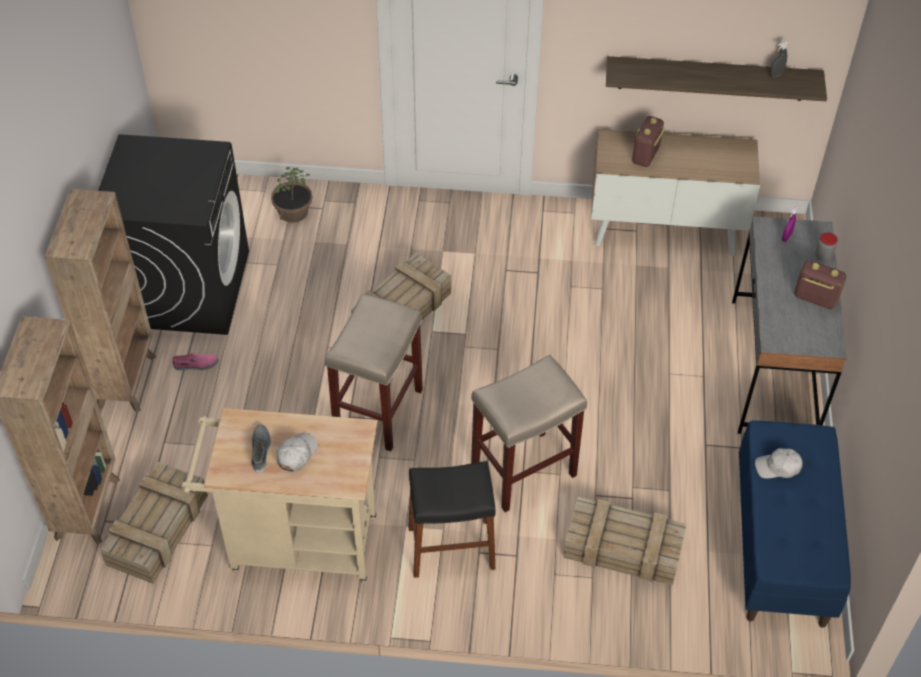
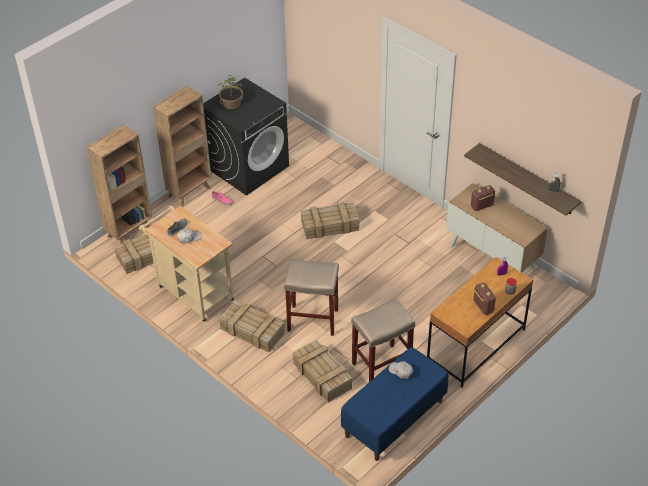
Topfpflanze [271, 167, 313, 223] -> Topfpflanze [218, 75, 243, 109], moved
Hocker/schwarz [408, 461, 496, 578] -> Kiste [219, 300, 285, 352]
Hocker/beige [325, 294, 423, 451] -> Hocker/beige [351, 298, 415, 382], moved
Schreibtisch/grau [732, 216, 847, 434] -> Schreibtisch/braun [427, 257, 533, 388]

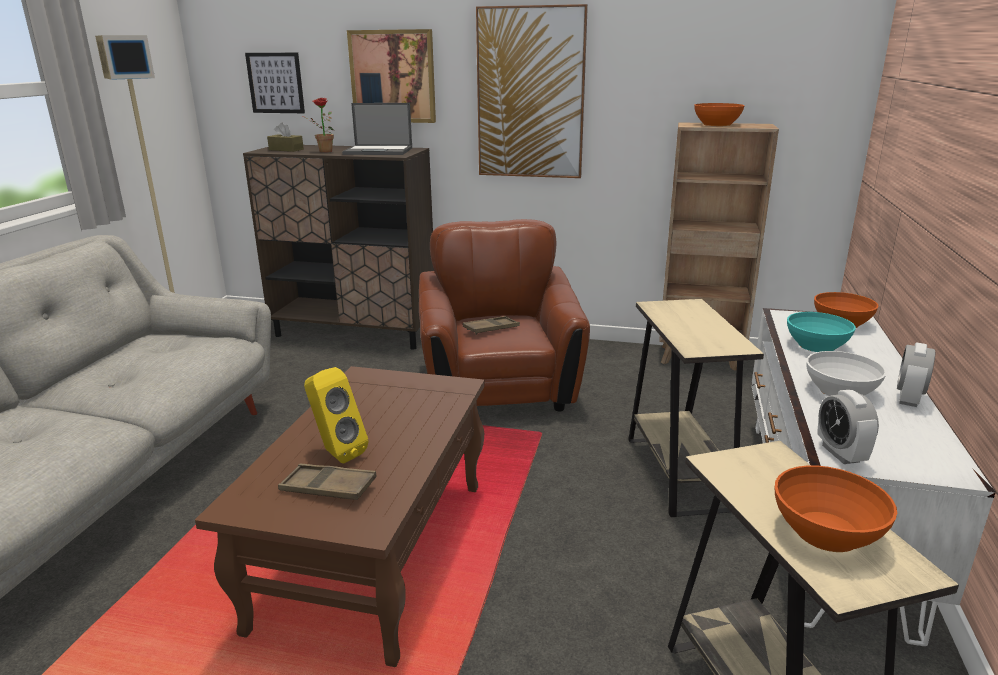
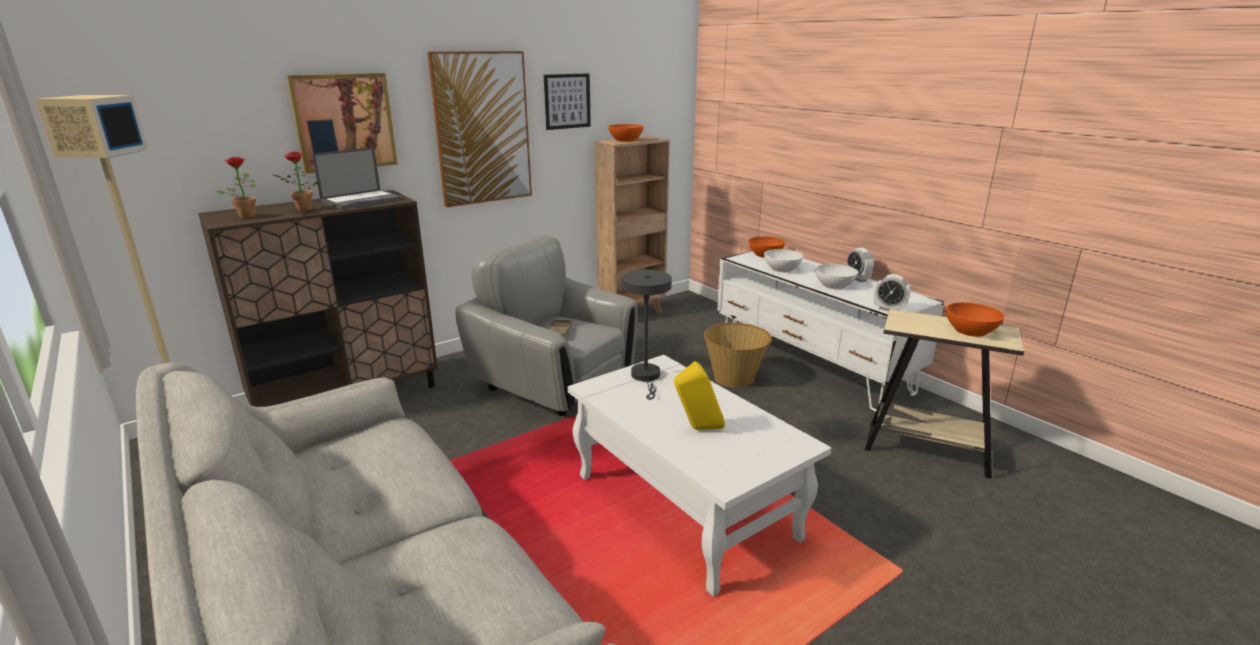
Taschentuchbox/braun [267, 123, 304, 152] -> Topfpflanze [216, 157, 256, 219]
Sessel/braun [419, 219, 590, 412] -> Sessel/grau [455, 235, 637, 416]
Bild [245, 53, 305, 113] -> Bild [544, 73, 591, 130], moved
Couchtisch/braun [195, 366, 485, 667] -> Couchtisch/weiß [567, 355, 831, 596]
none -> Tischlampe/grau [622, 269, 672, 399]
Beistelltisch/beige [628, 299, 764, 517] -> Korb [704, 323, 772, 387]
Schüssel/türkis [787, 312, 856, 352] -> Schüssel/weiß [764, 249, 804, 272]
Tablett/braun [278, 464, 377, 500] -> none

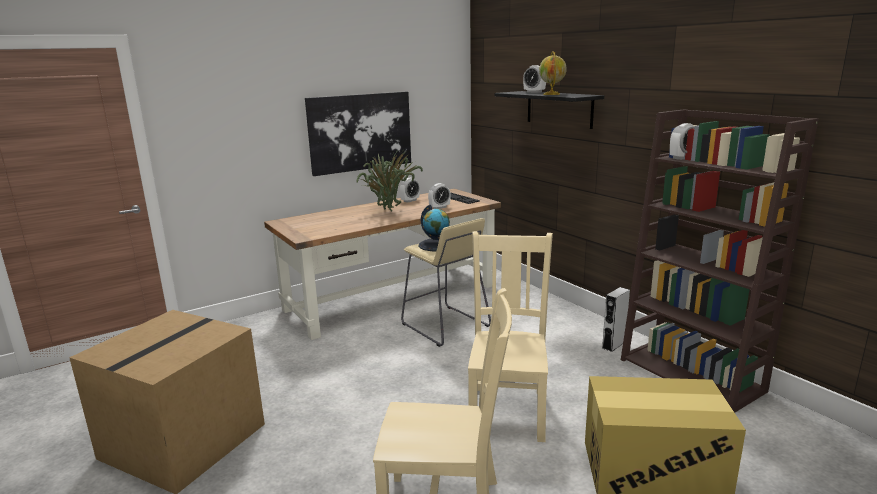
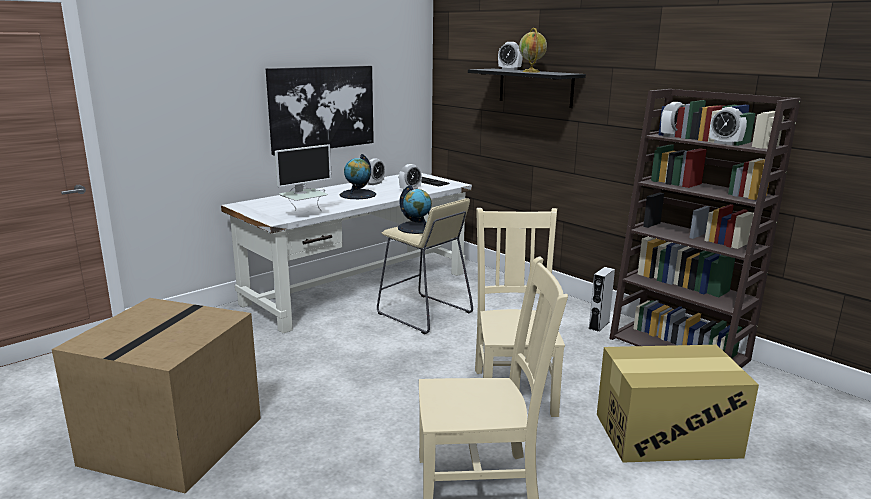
Schreibtisch/braun [264, 189, 501, 340] -> Schreibtisch/weiß [221, 173, 472, 333]
none -> Monitor [275, 144, 332, 212]
Topfpflanze [356, 151, 423, 211] -> Globus [340, 154, 376, 199]
none -> Wecker [710, 107, 747, 145]

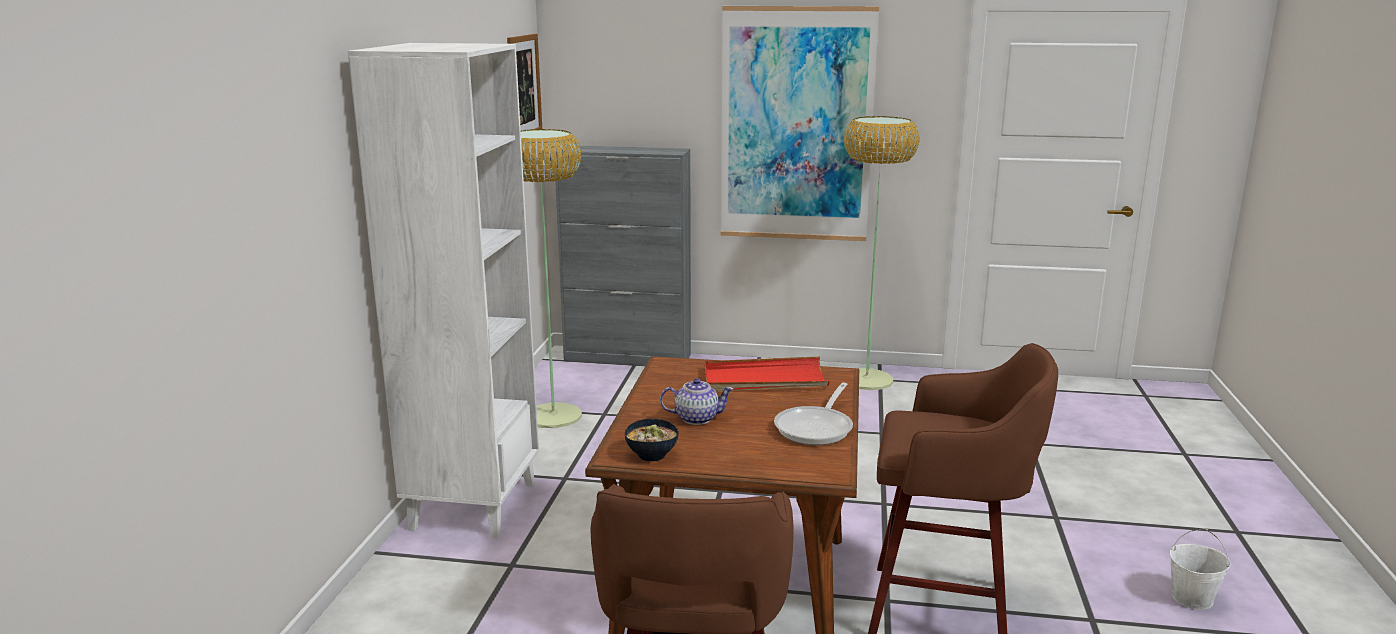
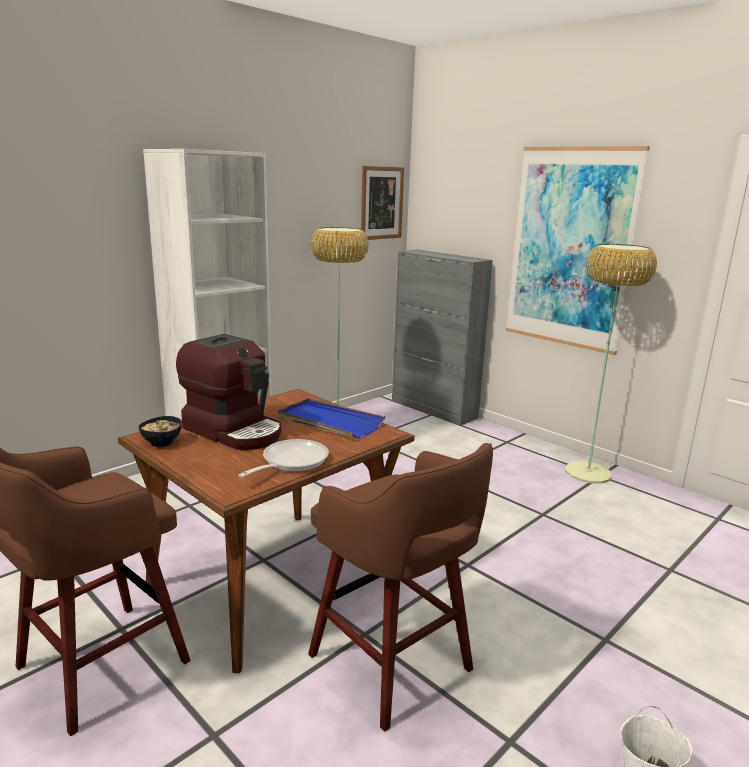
Teekanne [660, 378, 734, 425] -> Kaffeemaschine [176, 334, 282, 450]
Pfanne [774, 382, 853, 445] -> Pfanne [239, 439, 329, 477], 150 degrees clockwise
Tablett/rot [705, 356, 830, 392] -> Tablett/blau [278, 398, 385, 438]

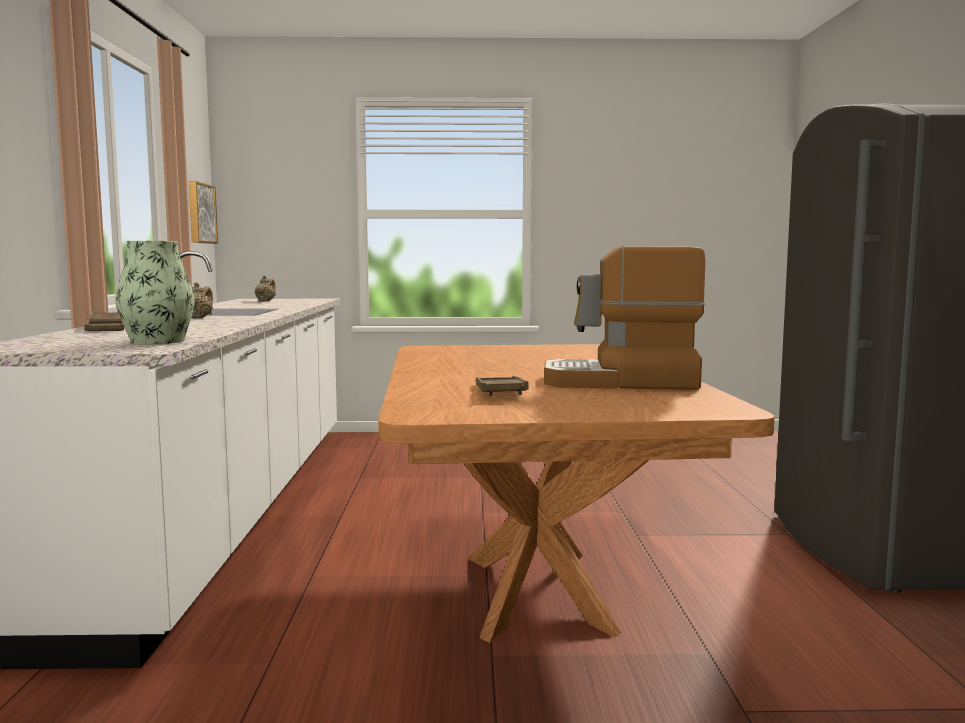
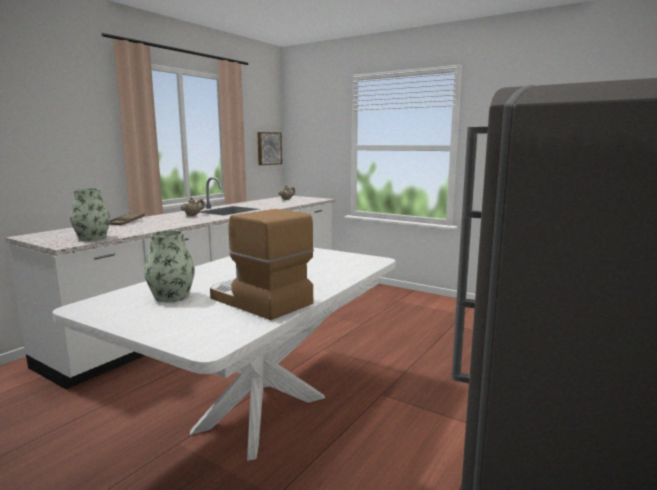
Esstisch/braun [378, 344, 775, 643] -> Esstisch/weiß [53, 248, 396, 461]
Tablett/braun [476, 376, 528, 396] -> Vase [144, 230, 195, 302]

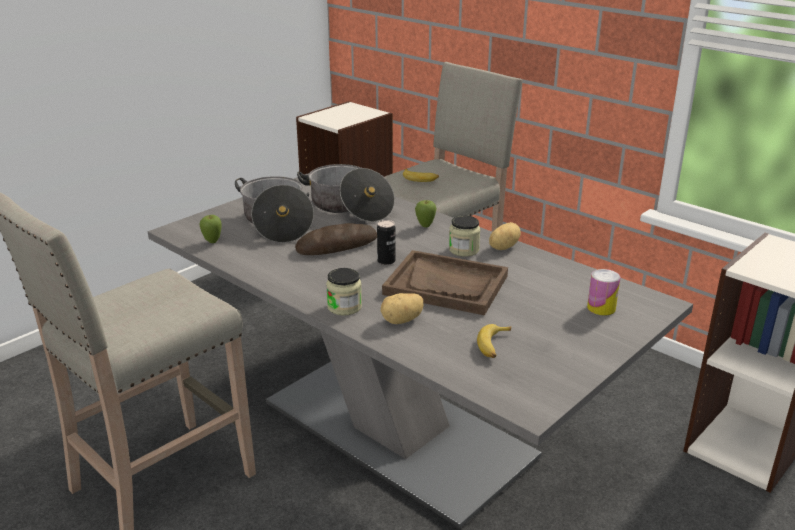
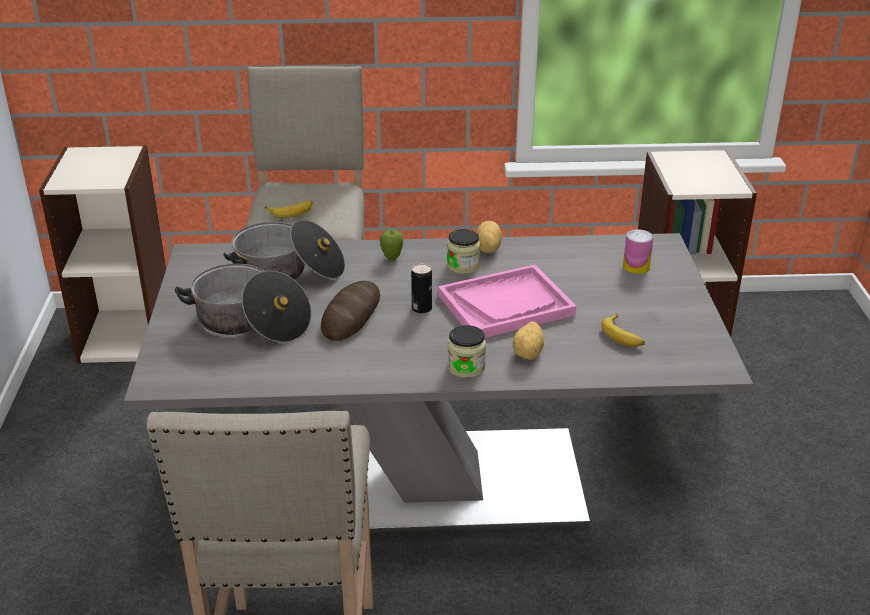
Tablett/braun [382, 250, 508, 315] -> Tablett/rosa [438, 265, 577, 338]
Apfel [199, 215, 222, 243] -> none

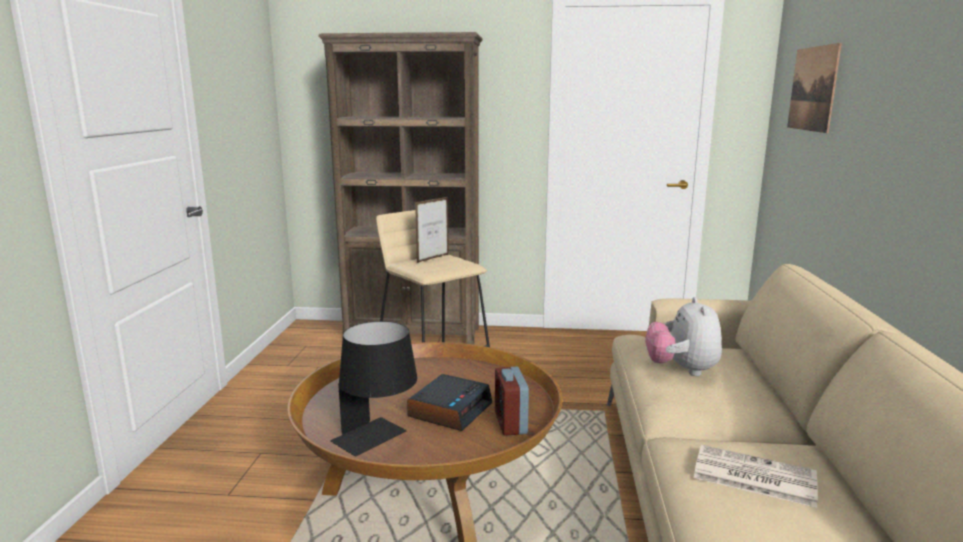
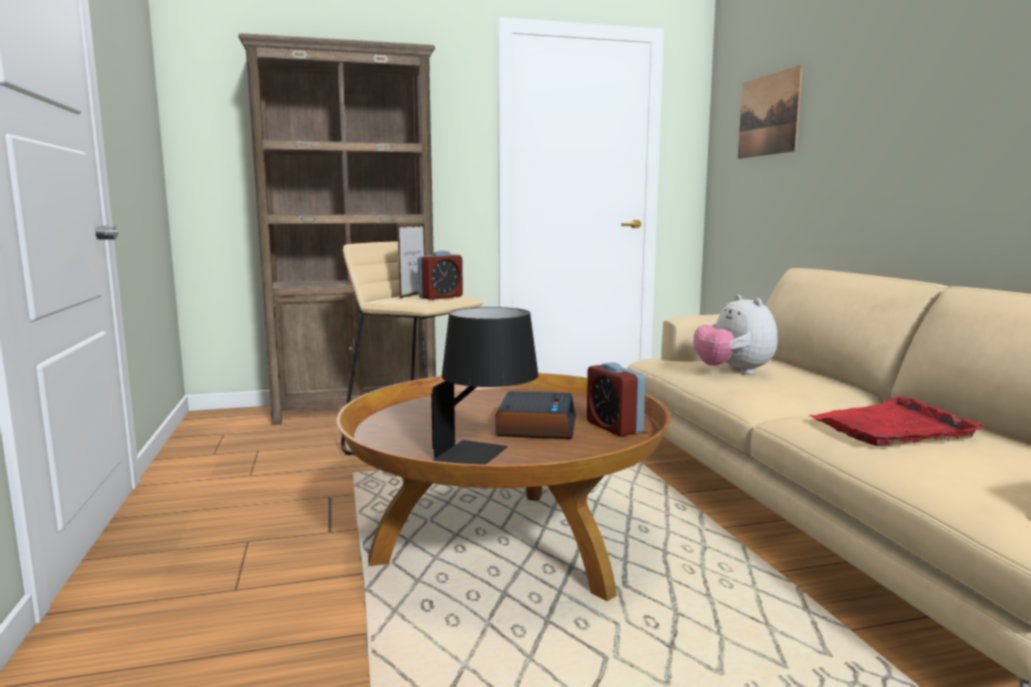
none -> Wecker [417, 251, 463, 300]
Zeitung [693, 445, 818, 508] -> Tablett/rot [809, 397, 983, 446]

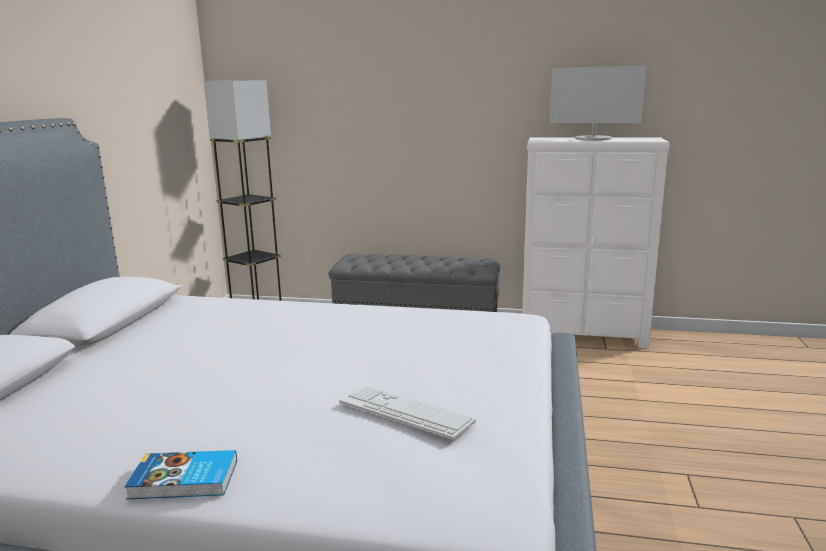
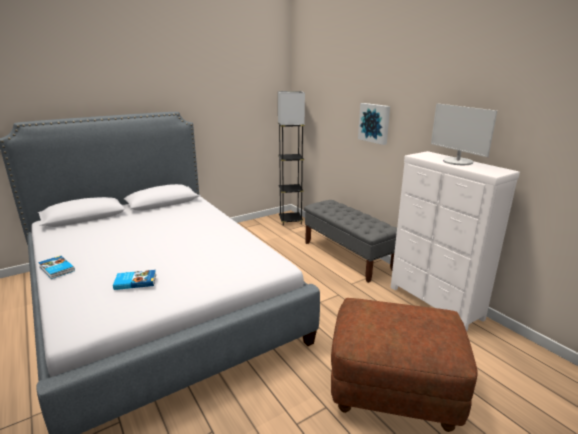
Tastatur [339, 386, 476, 440] -> Buch [113, 270, 156, 290]
none -> Polsterhocker/braun [331, 298, 478, 432]
none -> Bild [358, 103, 390, 145]

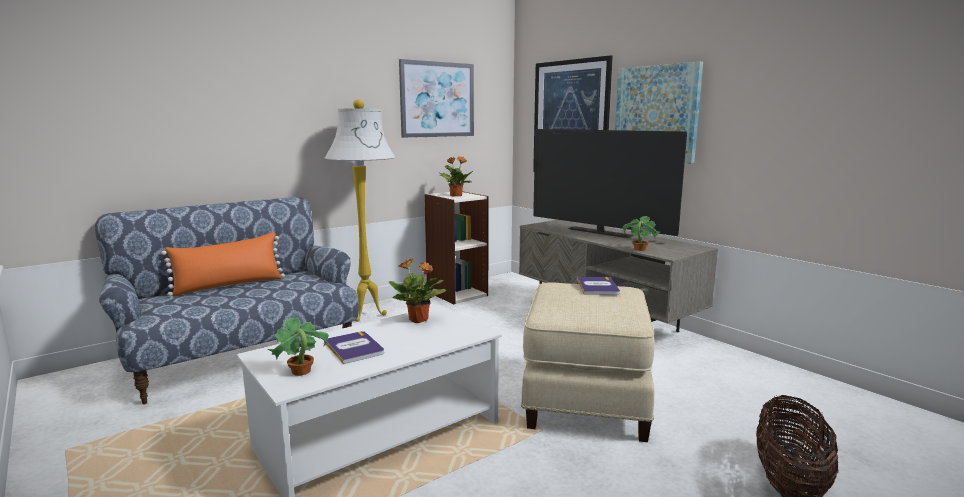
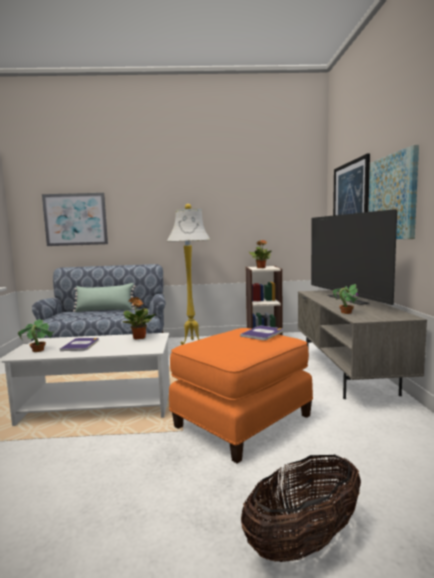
Bild [399, 59, 474, 138] -> Bild [42, 193, 108, 246], moved
Kissen/orange [161, 232, 285, 296] -> Kissen/grün [73, 283, 136, 312]
Polsterhocker/beige [521, 282, 655, 442] -> Polsterhocker/orange [169, 328, 313, 463]

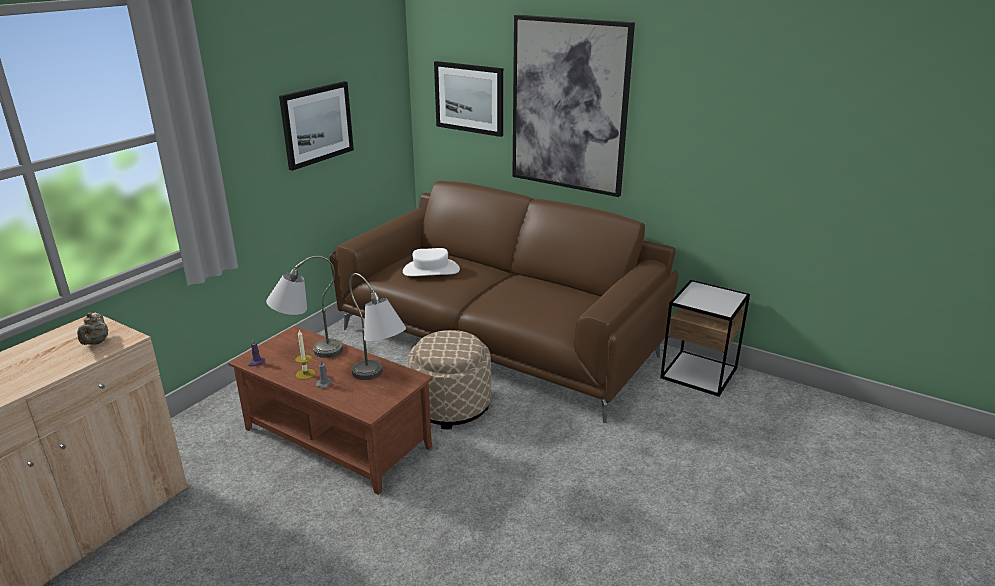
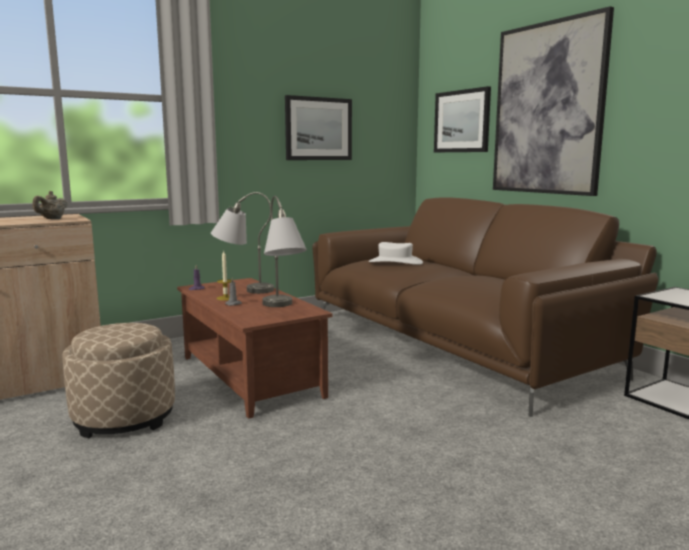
Polsterhocker/beige [408, 330, 491, 429] -> Polsterhocker/beige [62, 323, 175, 438], moved

